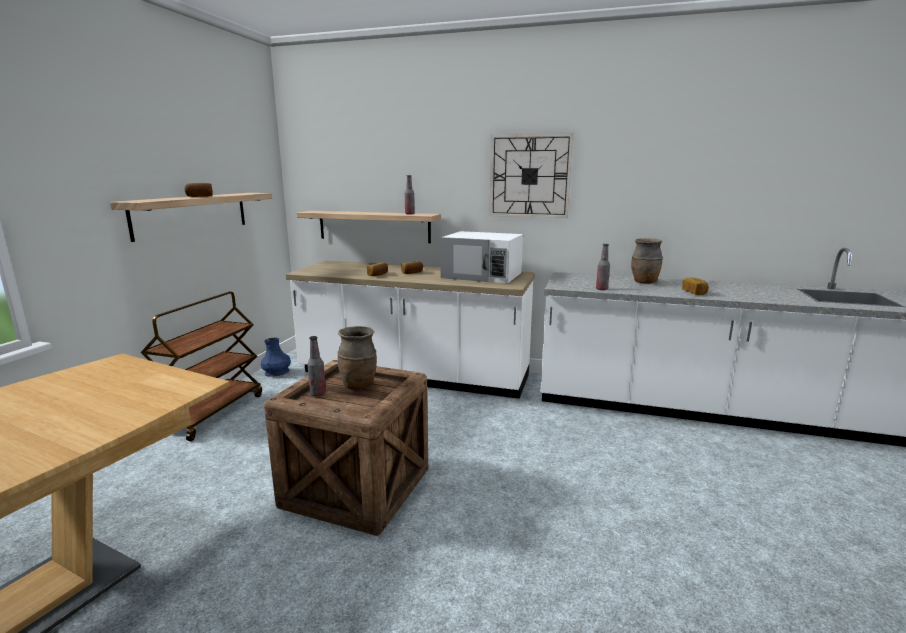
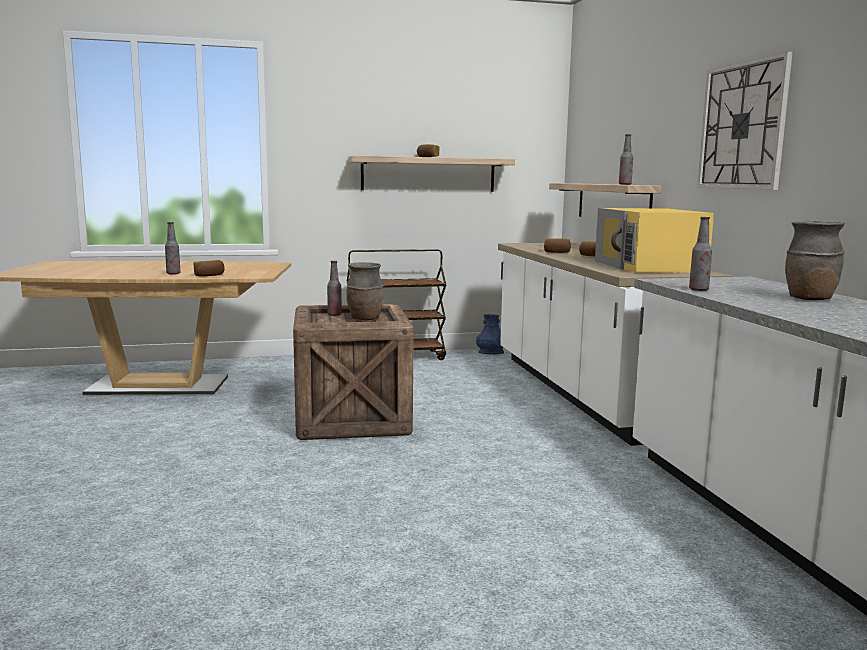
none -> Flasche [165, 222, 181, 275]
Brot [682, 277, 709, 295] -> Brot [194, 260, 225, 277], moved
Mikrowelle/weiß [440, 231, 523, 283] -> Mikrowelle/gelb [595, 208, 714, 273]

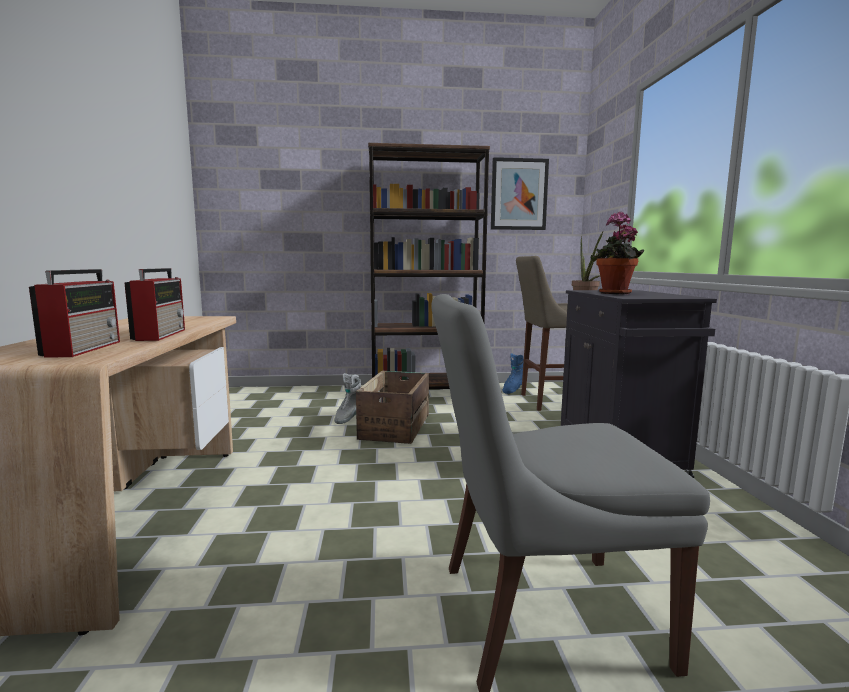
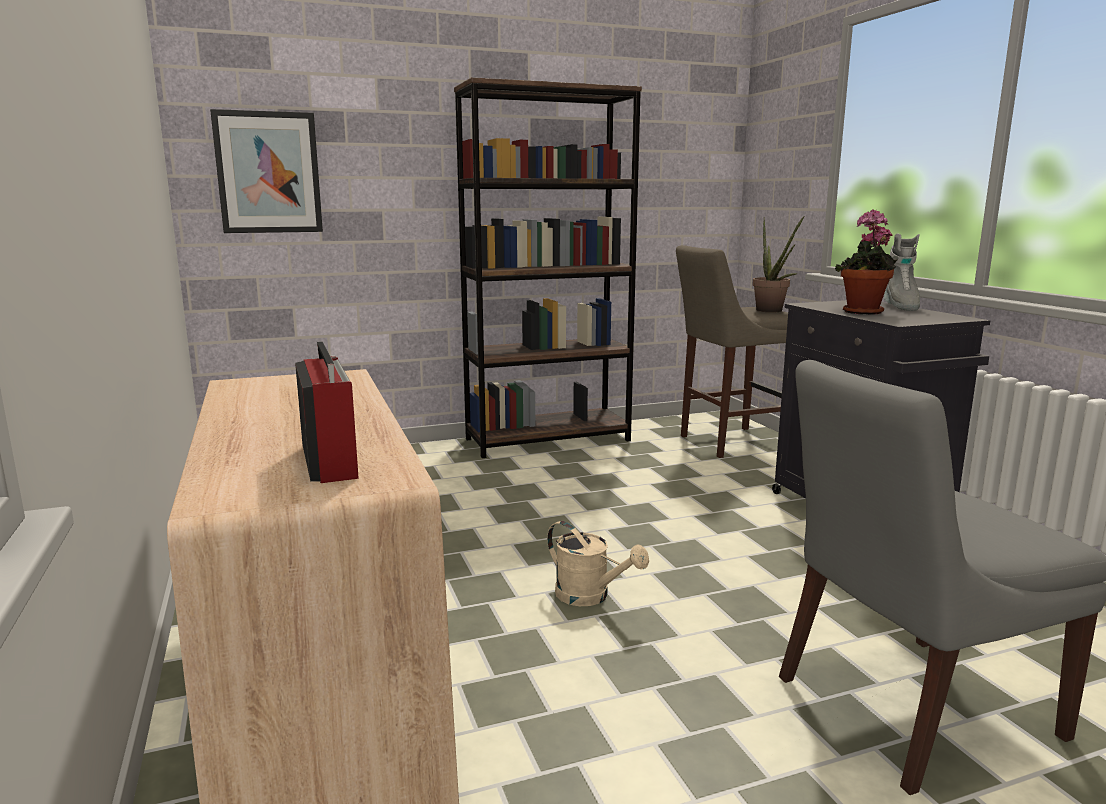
Bild [491, 157, 549, 230] -> Bild [210, 109, 323, 233], moved
none -> Gießkanne/beige [547, 521, 649, 606]
Stiefel/grau [334, 373, 361, 424] -> Stiefel/grau [884, 234, 920, 311], moved
Radio [124, 268, 185, 341] -> none
Kiste [356, 371, 429, 444] -> none
Stiefel/blau [503, 353, 524, 394] -> none

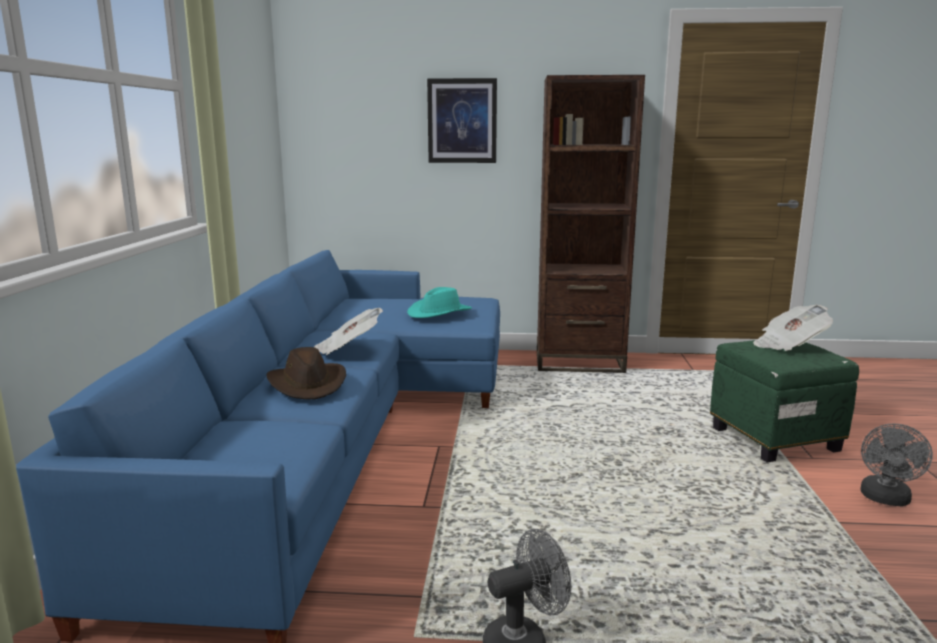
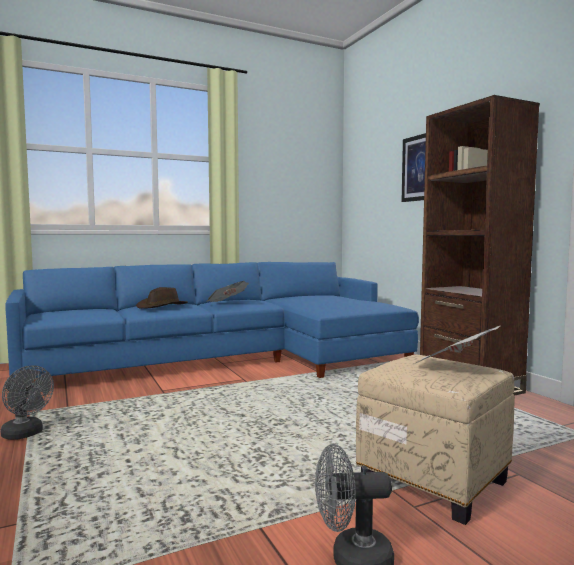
Polsterhocker/grün [710, 340, 859, 463] -> Polsterhocker/beige [356, 355, 515, 525]
Hut/türkis [407, 287, 472, 318] -> none

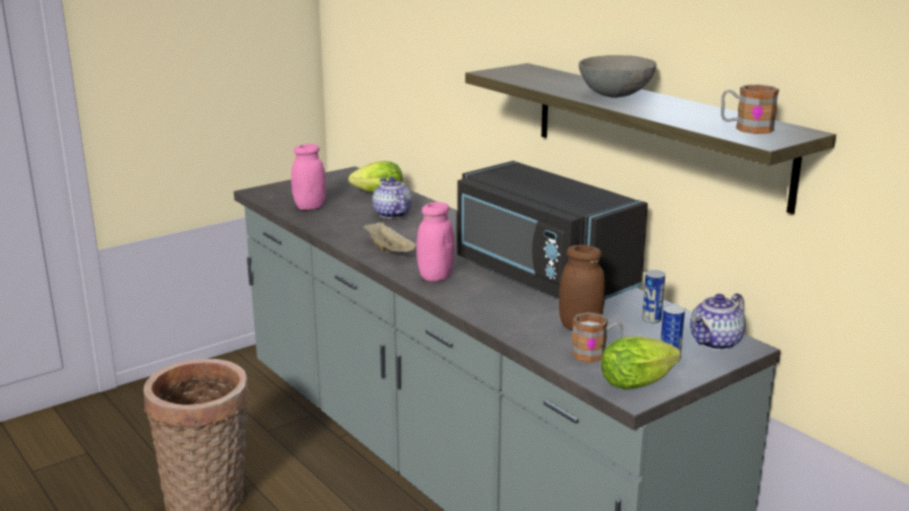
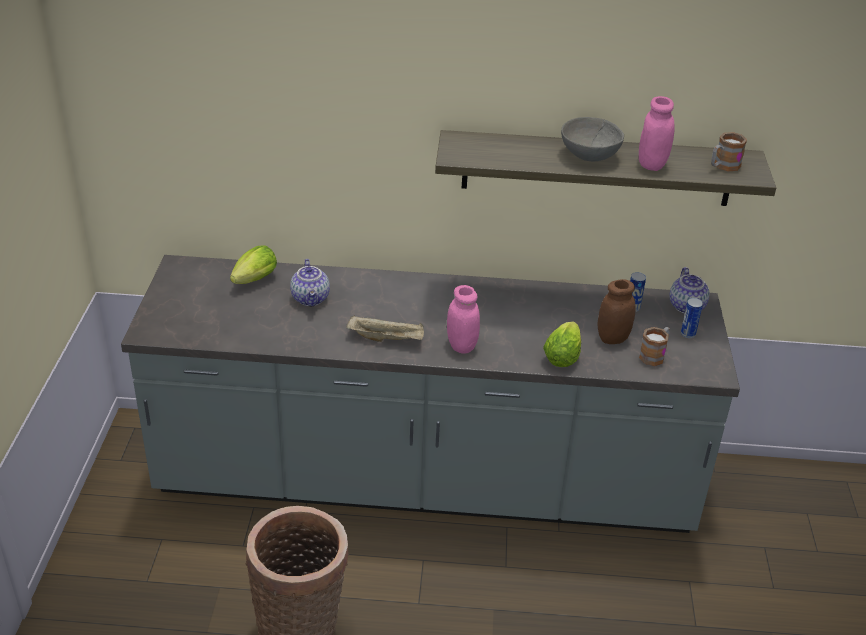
Teekanne [373, 177, 412, 219] -> Teekanne [290, 259, 330, 307], 120 degrees counterclockwise
Salatkopf [601, 336, 681, 389] -> Salatkopf [543, 322, 581, 367], moved
Vorratsglas/rosa [291, 144, 326, 210] -> Vorratsglas/rosa [639, 96, 675, 171], moved
Mikrowelle/schwarz [457, 161, 648, 300] -> none

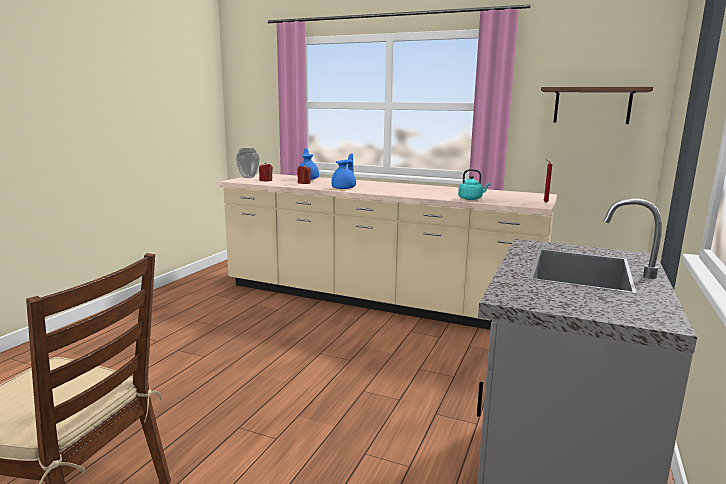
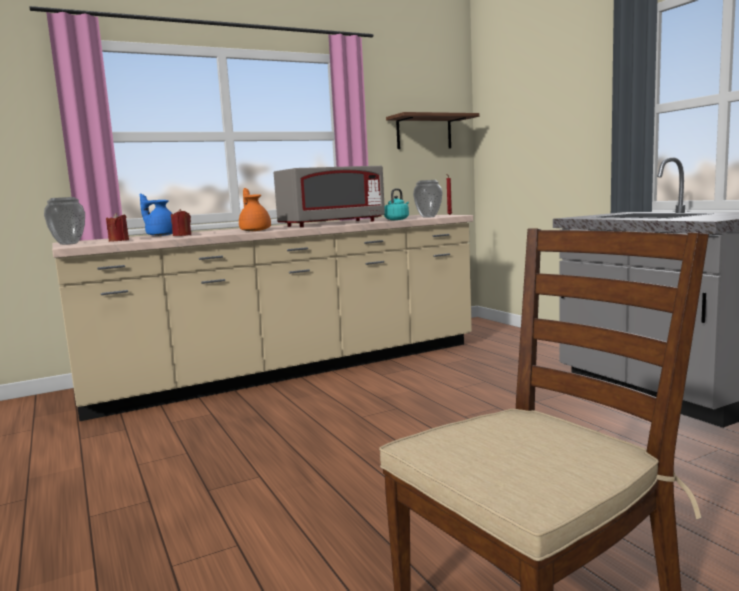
Teekanne/blau [331, 153, 356, 189] -> Teekanne/orange [239, 188, 271, 231]
none -> Mikrowelle/grau [274, 166, 385, 227]
none -> Vase [413, 180, 443, 218]

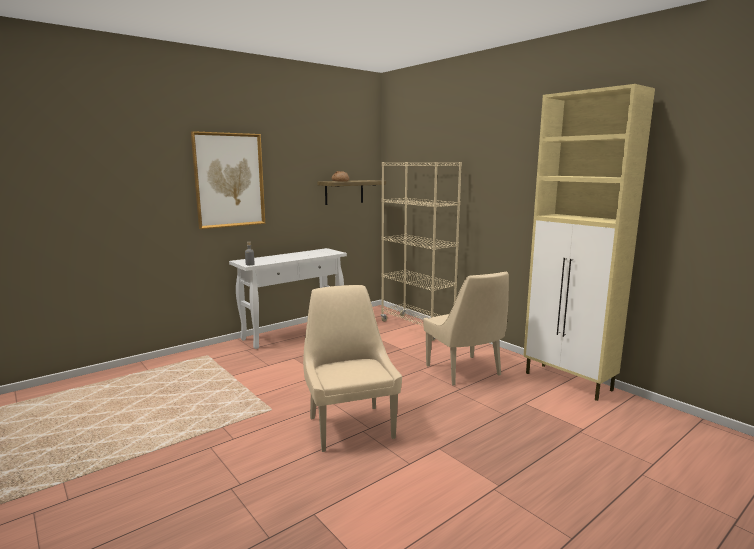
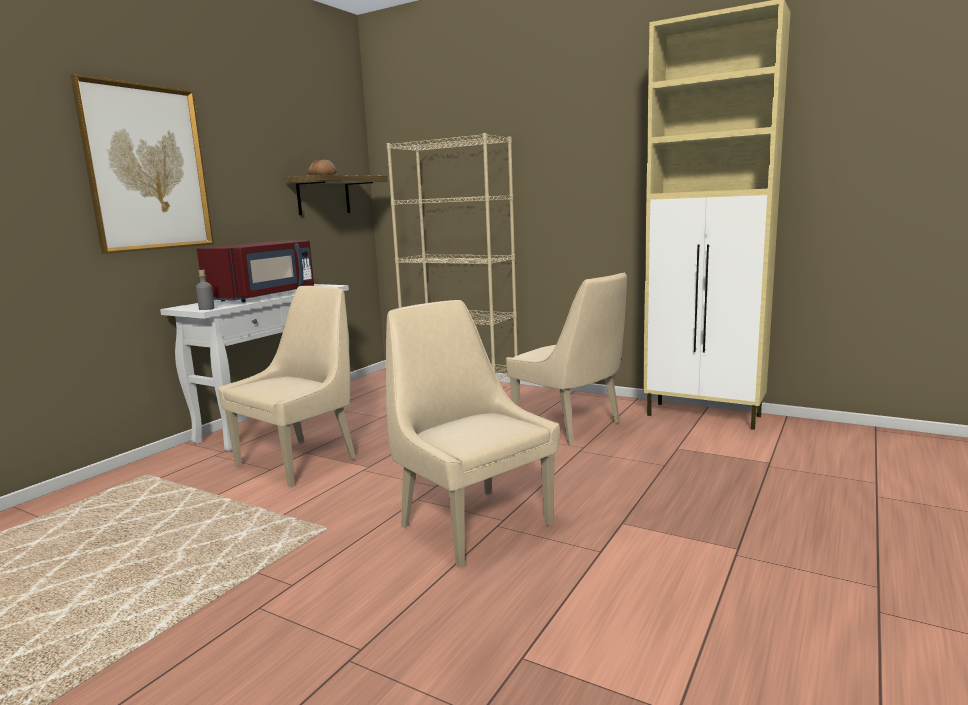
none -> Mikrowelle/rot [197, 240, 314, 303]
none -> Stuhl/beige [218, 286, 356, 487]

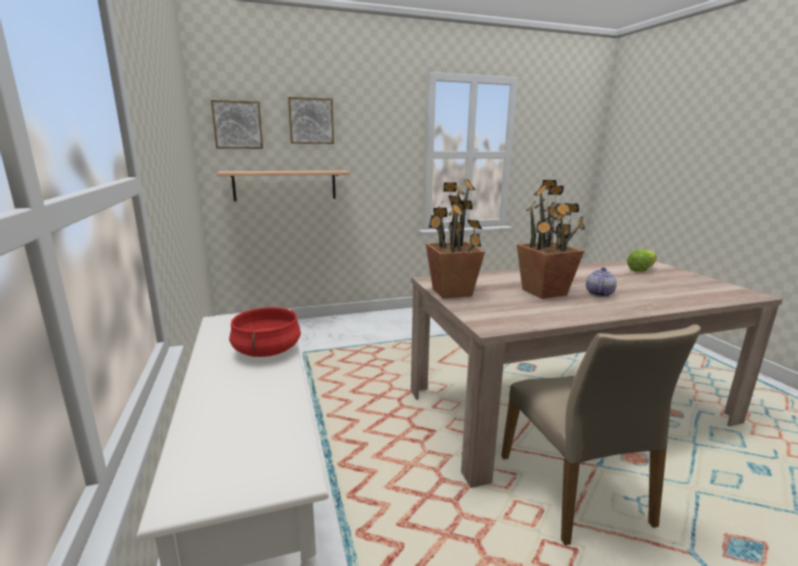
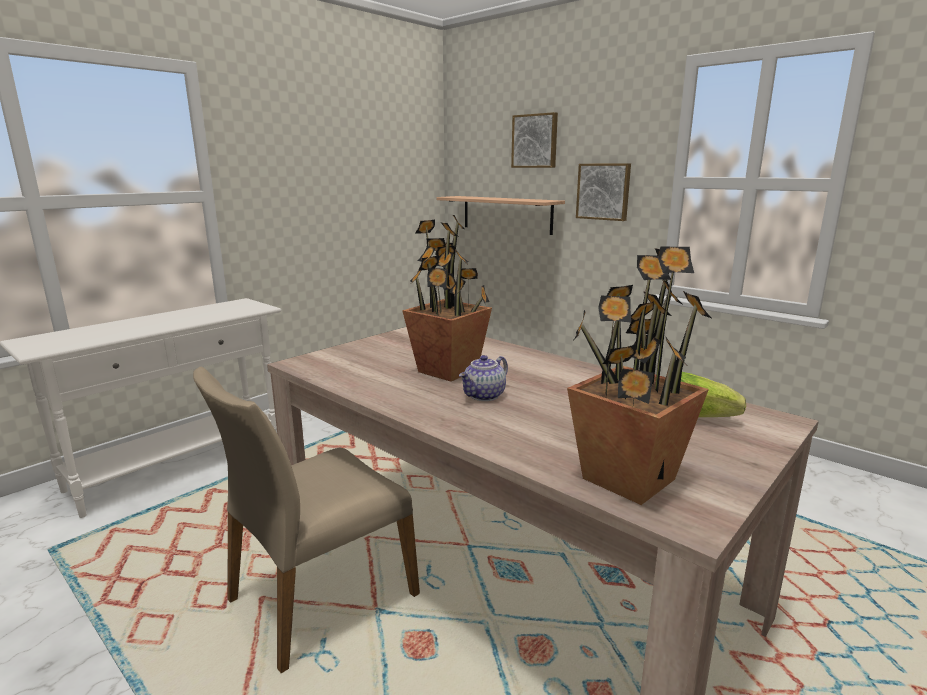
Teekanne [586, 267, 617, 297] -> Teekanne [459, 355, 508, 401], 135 degrees clockwise
Topfpflanze [426, 179, 485, 299] -> Topfpflanze [567, 247, 711, 505], moved
Bild [211, 100, 263, 149] -> Bild [576, 163, 631, 221], moved
Kochtopf/rot [229, 307, 301, 357] -> none

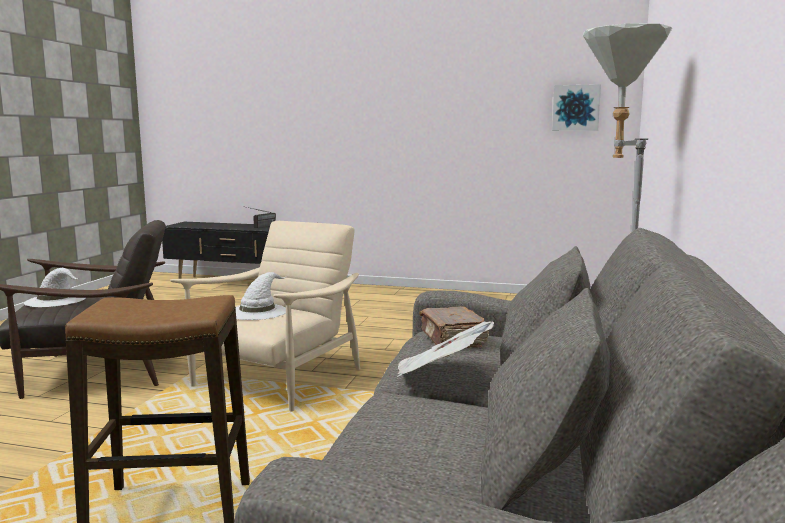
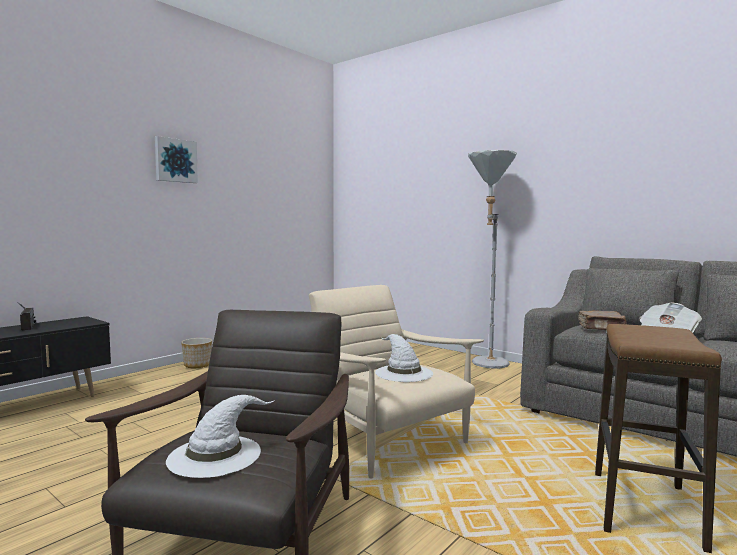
Bild [552, 84, 601, 131] -> Bild [155, 136, 198, 183], moved
none -> Pflanzkübel [181, 338, 212, 368]

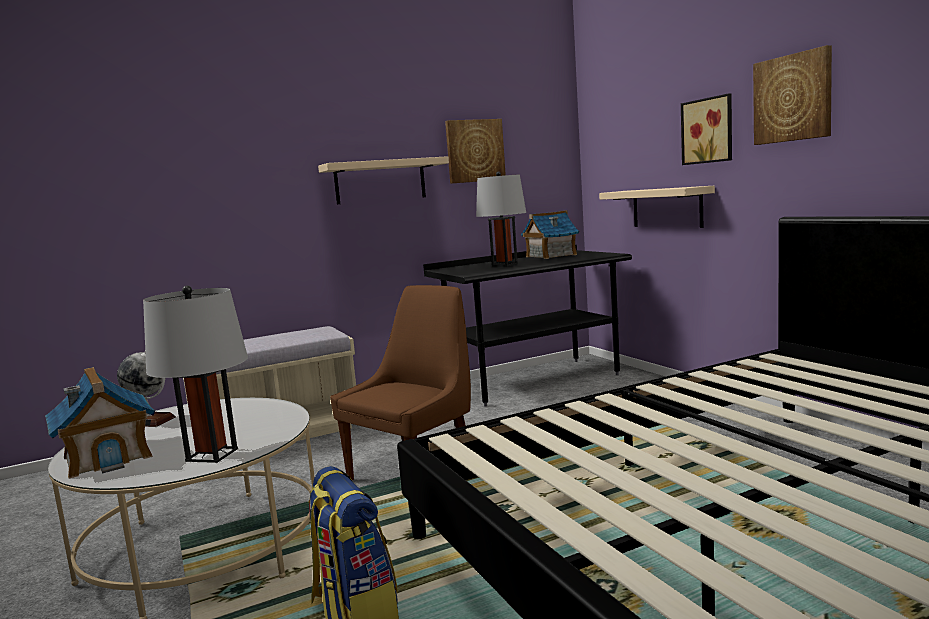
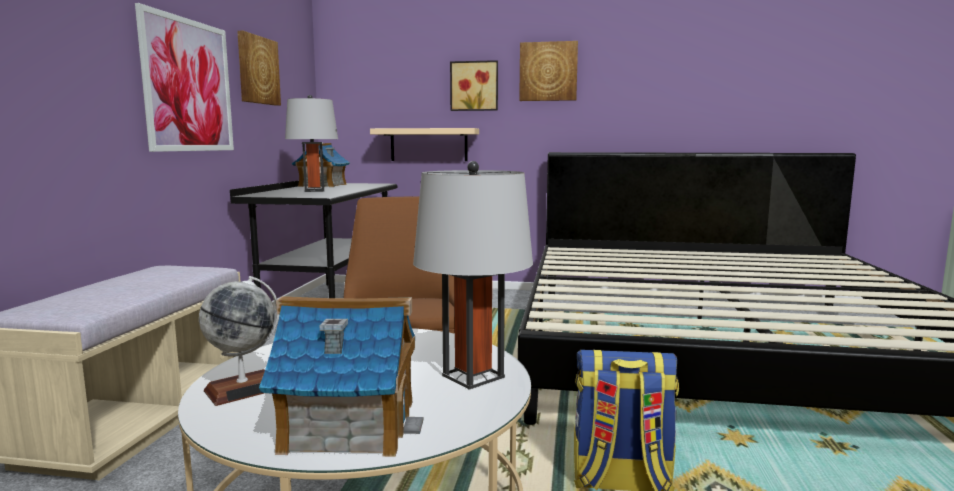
Wandregal/beige [318, 156, 449, 204] -> Bild [135, 3, 234, 152]

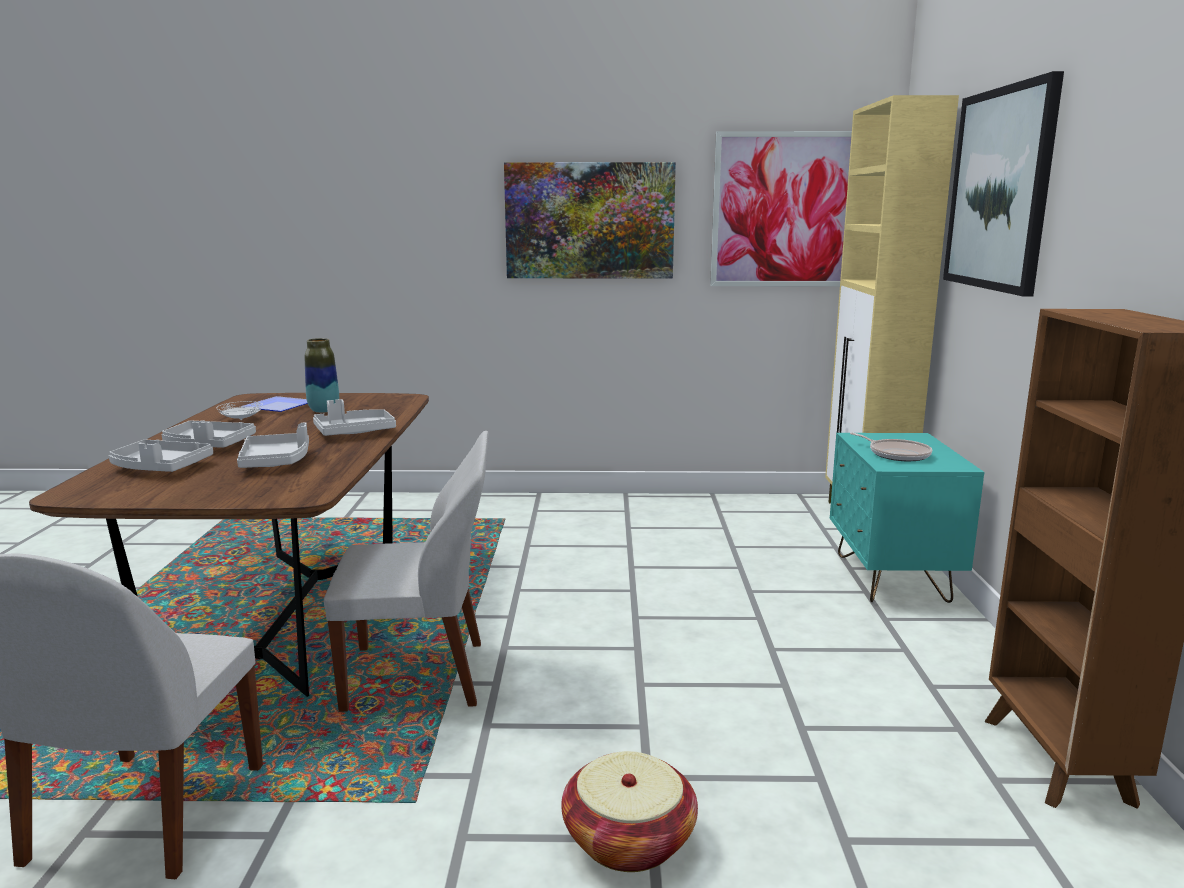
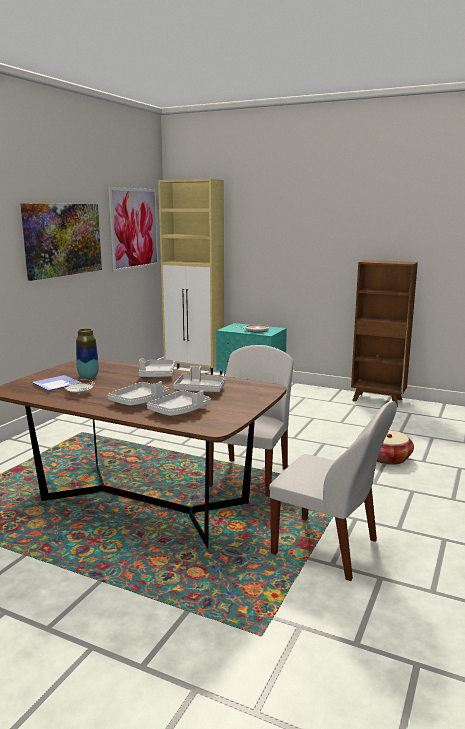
Bild [943, 71, 1064, 296] -> none

